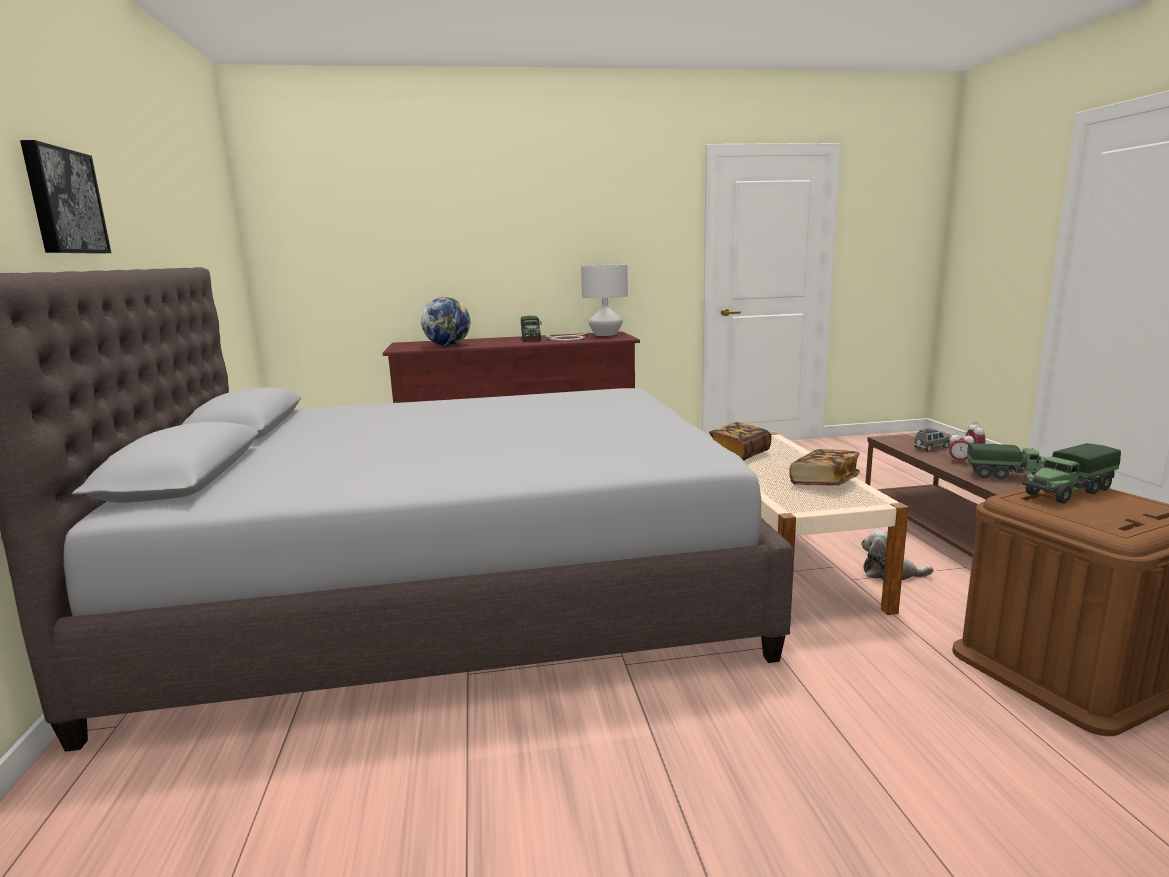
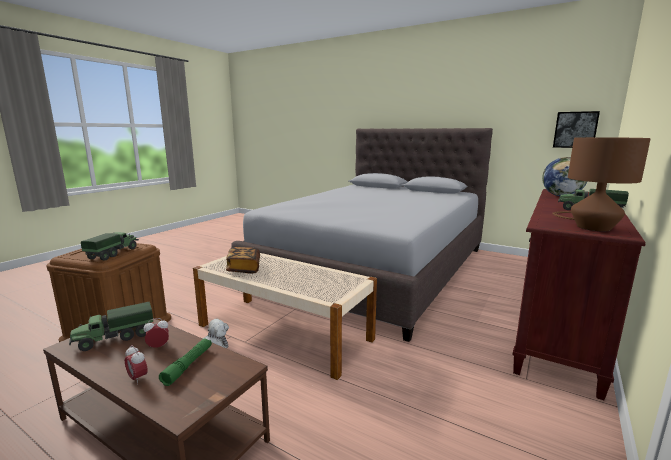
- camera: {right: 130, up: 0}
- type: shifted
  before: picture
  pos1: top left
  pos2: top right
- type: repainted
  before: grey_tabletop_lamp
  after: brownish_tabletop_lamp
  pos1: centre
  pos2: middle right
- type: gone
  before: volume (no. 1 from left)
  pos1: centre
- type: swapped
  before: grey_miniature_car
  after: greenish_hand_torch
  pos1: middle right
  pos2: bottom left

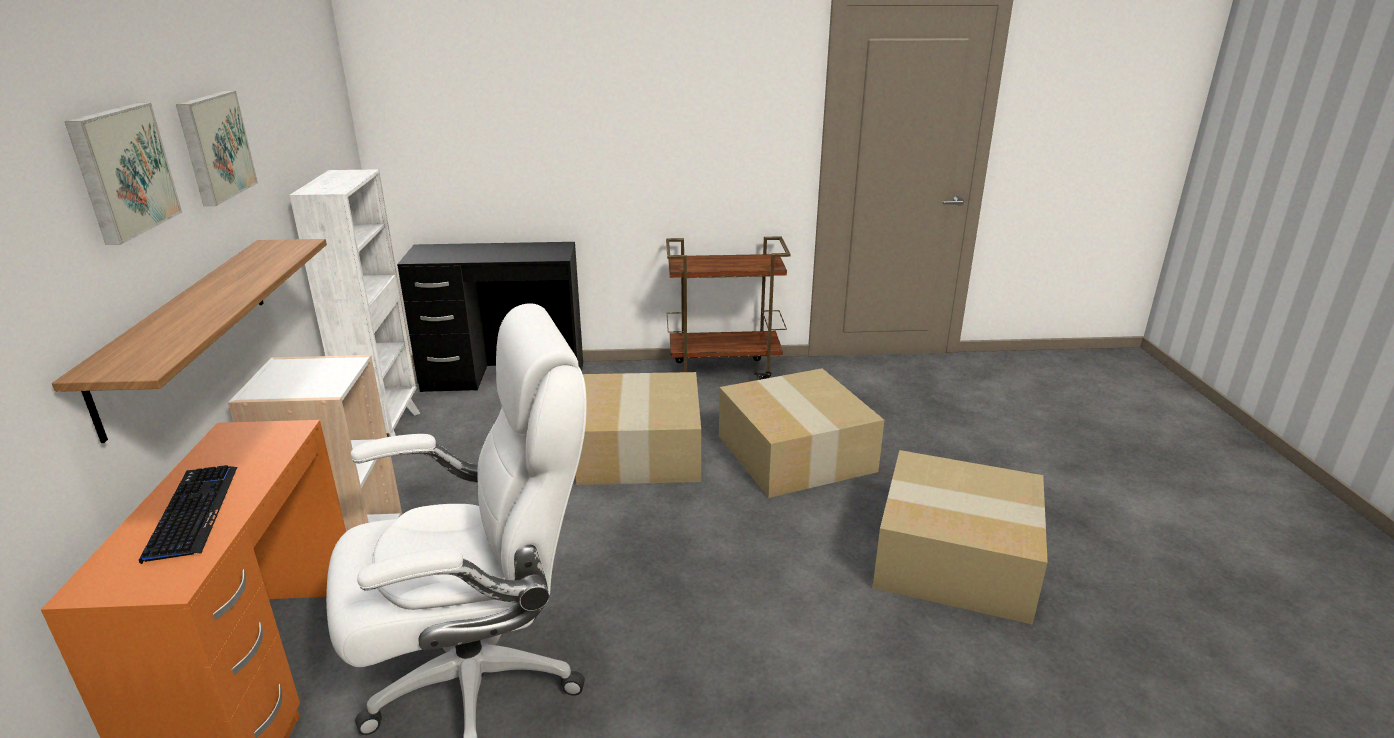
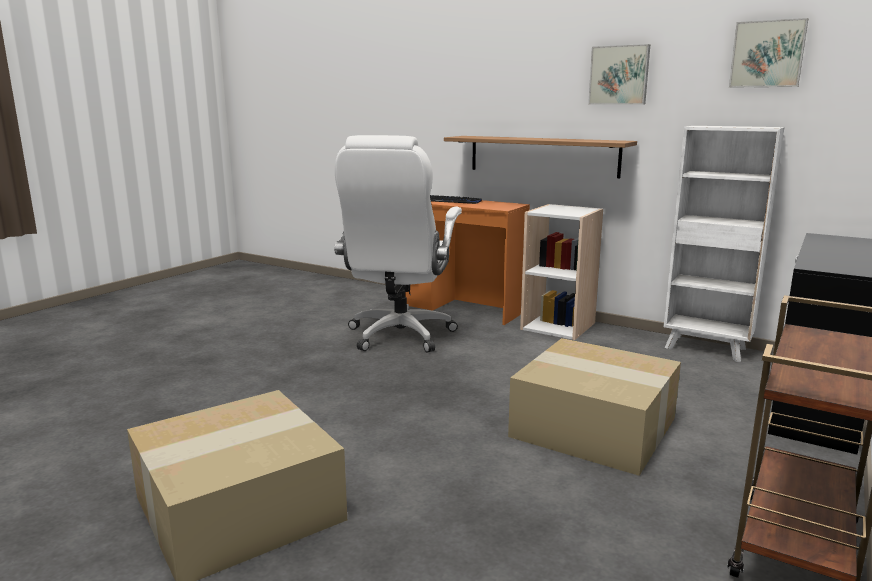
- camera: {right: 125, up: -10}
- type: shifted
  before: picture (no. 1 from left in the first image)
  after: picture (no. 2 from left)
  pos1: top left
  pos2: top right
- type: gone
  before: carton (no. 2 from left)
  pos1: centre

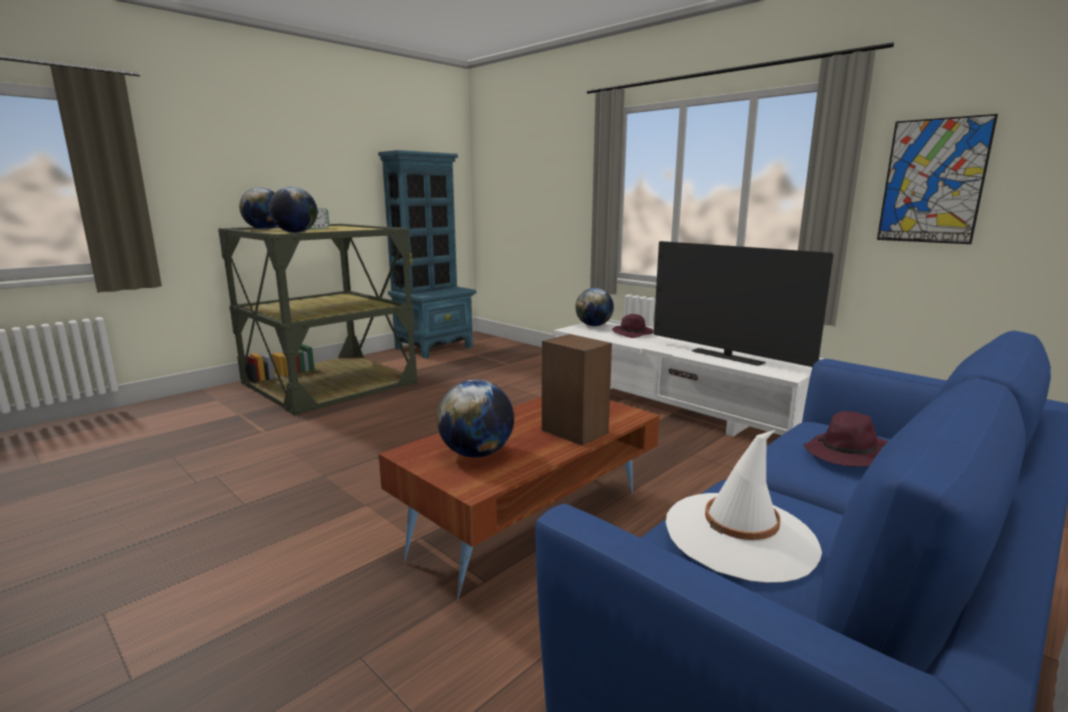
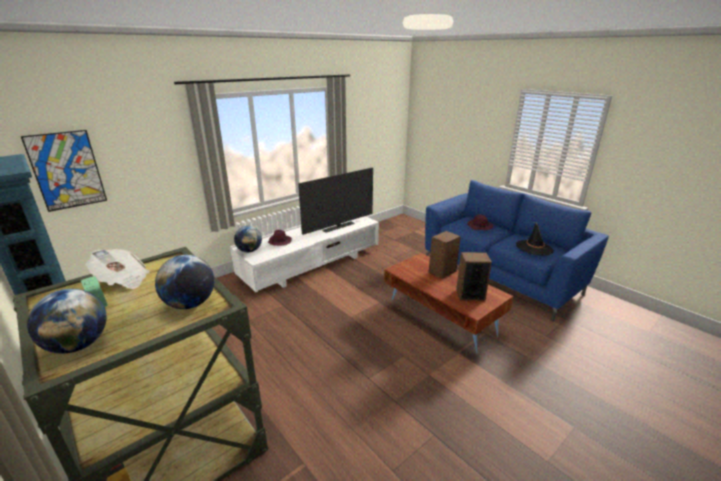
- camera: {right: -85, up: 10}
- type: shifted
  before: picture
  pos1: top right
  pos2: middle left
- type: swapped
  before: desk_globe (no. 3 from left)
  after: loudspeaker (no. 2 from left)
  pos1: centre
  pos2: centre
- type: repainted
  before: white_hat
  after: blackish_hat
  pos1: bottom right
  pos2: middle right
- type: new
  after: daily_paper
  pos2: middle left

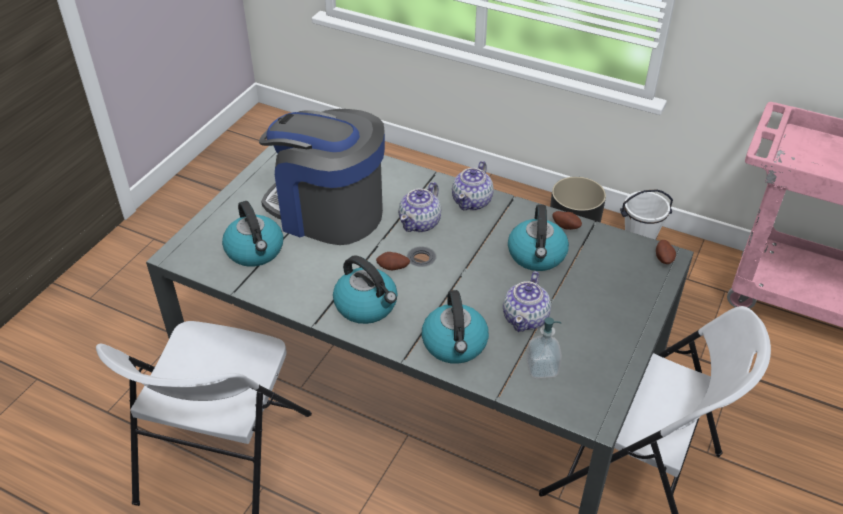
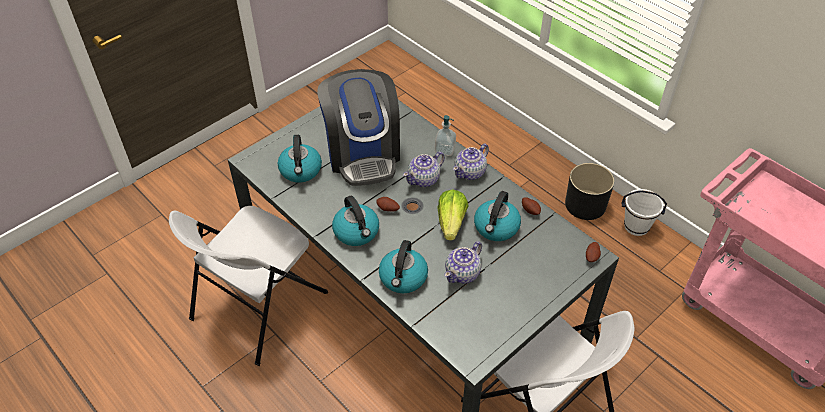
- camera: {right: 20, up: 5}
- type: rotated
  before: coffee_maker
  pos1: centre
  pos2: top centre
  turn: -150
- type: shifted
  before: soap_bottle
  pos1: bottom centre
  pos2: top centre
- type: new
  after: lettuce_head
  pos2: centre

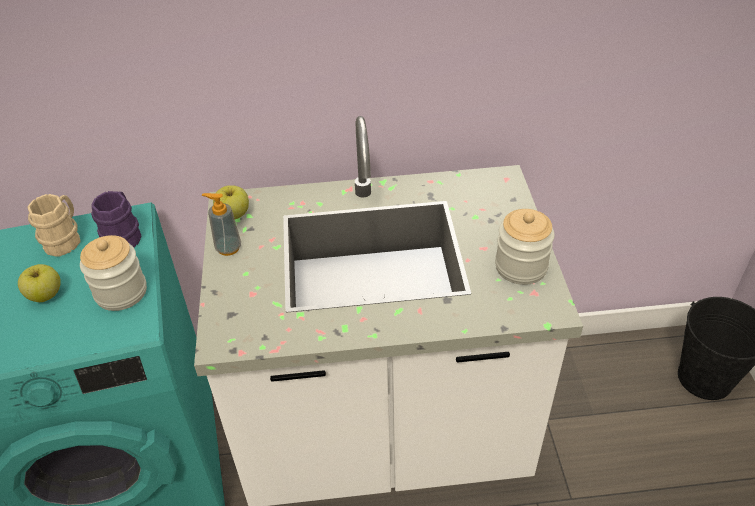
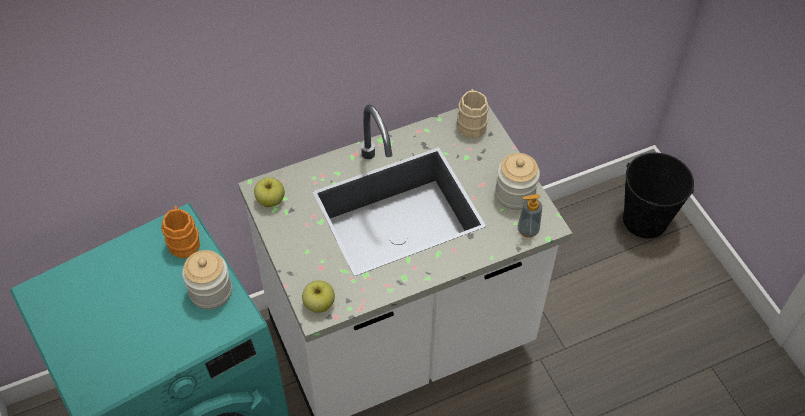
- camera: {right: -20, up: 10}
- type: repainted
  before: purple-coloured_coffee_mug
  after: orangey_coffee_mug
  pos1: middle left
  pos2: middle left
- type: shifted
  before: soap_bottle
  pos1: middle left
  pos2: centre
- type: shifted
  before: sand-coloured_coffee_mug
  pos1: middle left
  pos2: top centre
- type: shifted
  before: apple (no. 1 from left in the first image)
  after: apple (no. 2 from left)
  pos1: middle left
  pos2: bottom centre

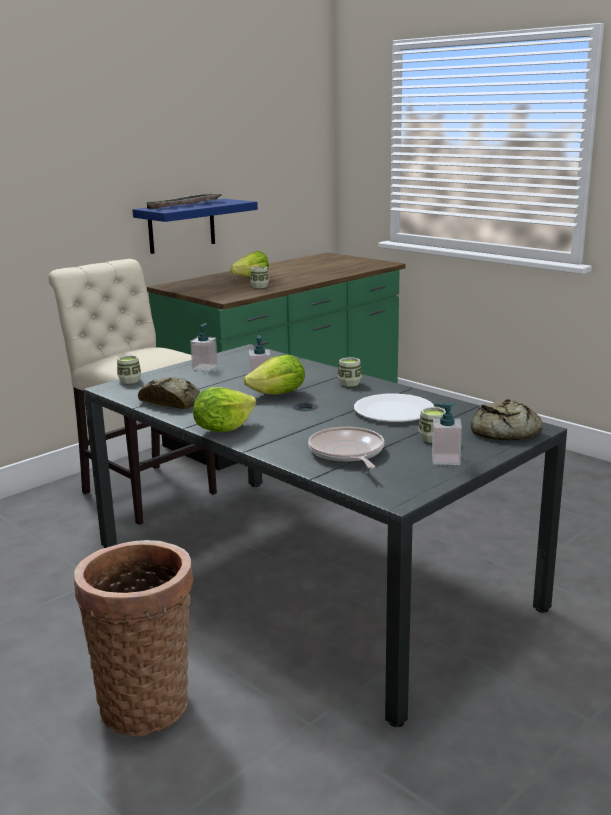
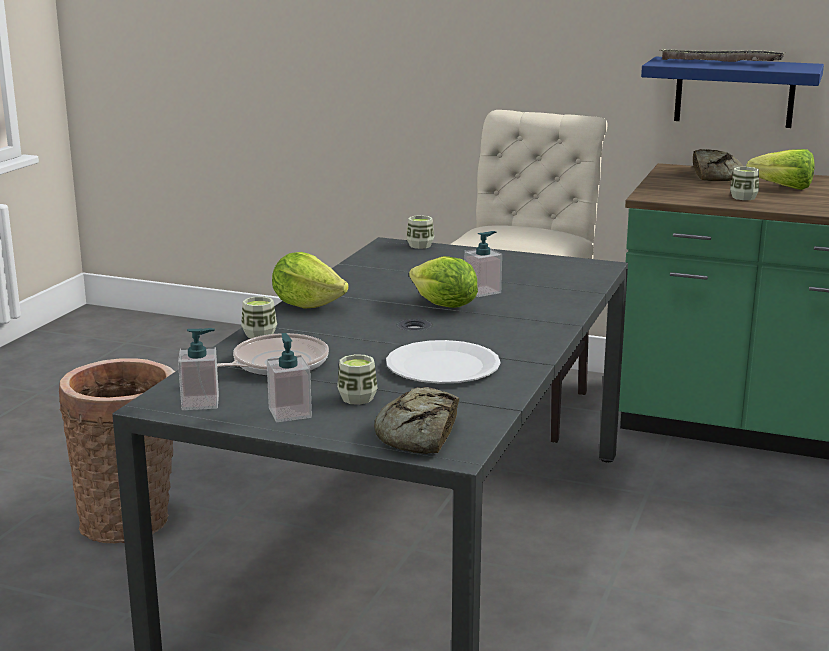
- camera: {right: 65, up: 0}
- type: shifted
  before: soap_bottle (no. 1 from left)
  pos1: centre
  pos2: middle left
- type: shifted
  before: cup (no. 3 from left in the first image)
  after: cup (no. 1 from left)
  pos1: centre
  pos2: middle left
- type: shifted
  before: baked_bread (no. 1 from left in the first image)
  after: baked_bread (no. 2 from left)
  pos1: middle left
  pos2: top right

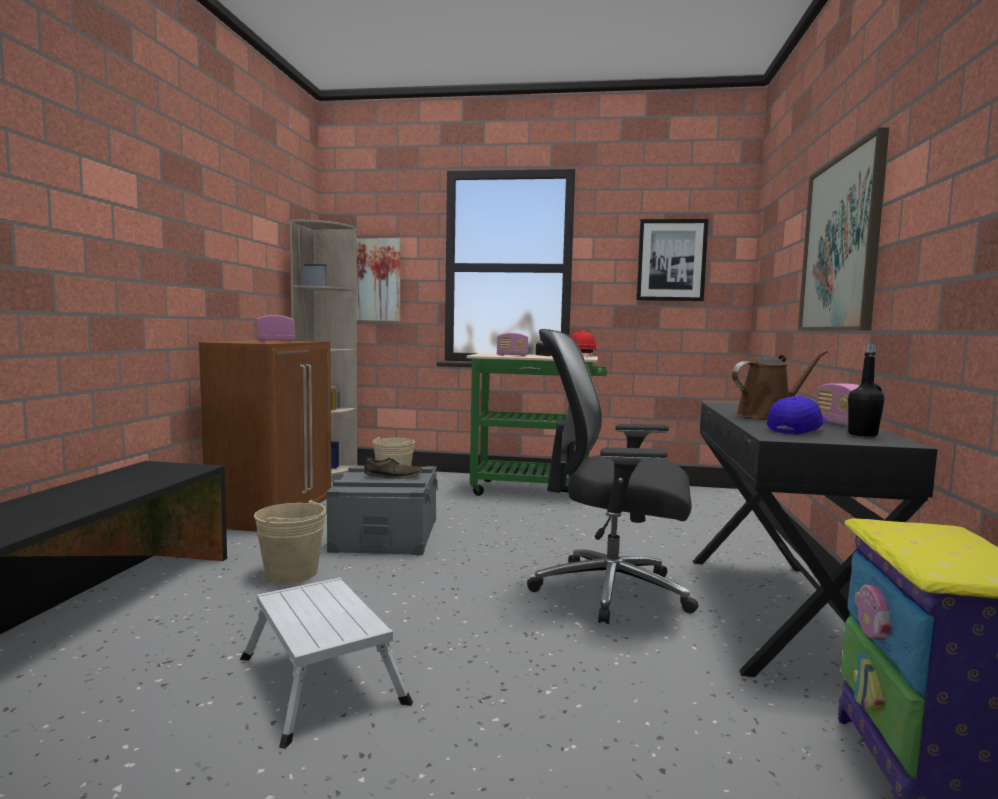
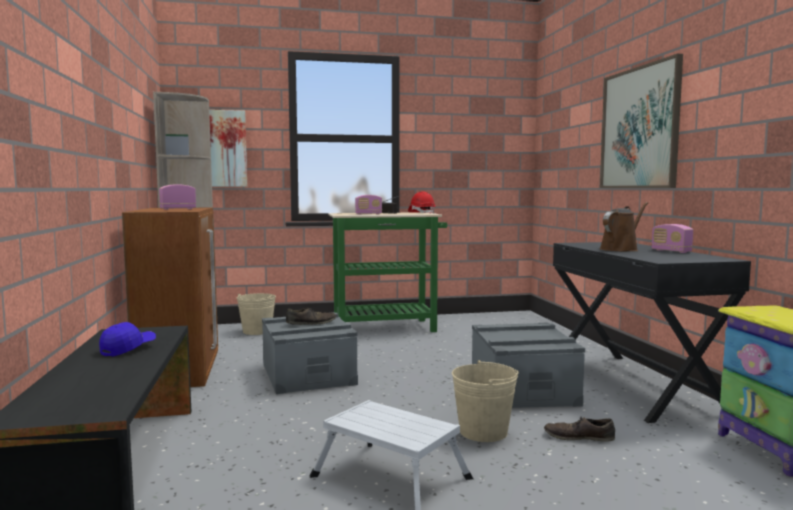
- camera: {right: -20, up: 0}
- type: gone
  before: picture (no. 2 from left)
  pos1: top right
- type: swapped
  before: computer_chair
  after: grey_storage_bin (no. 2 from left)
  pos1: centre
  pos2: bottom centre
- type: gone
  before: blackish_bottle
  pos1: middle right
- type: shifted
  before: bluish_baseball_cap
  pos1: middle right
  pos2: middle left
- type: shifted
  before: sand-coloured_water_bucket (no. 1 from left in the first image)
  after: sand-coloured_water_bucket (no. 2 from left)
  pos1: bottom left
  pos2: bottom centre
- type: new
  after: brownish_item_of_footwear (no. 2 from left)
  pos2: bottom right

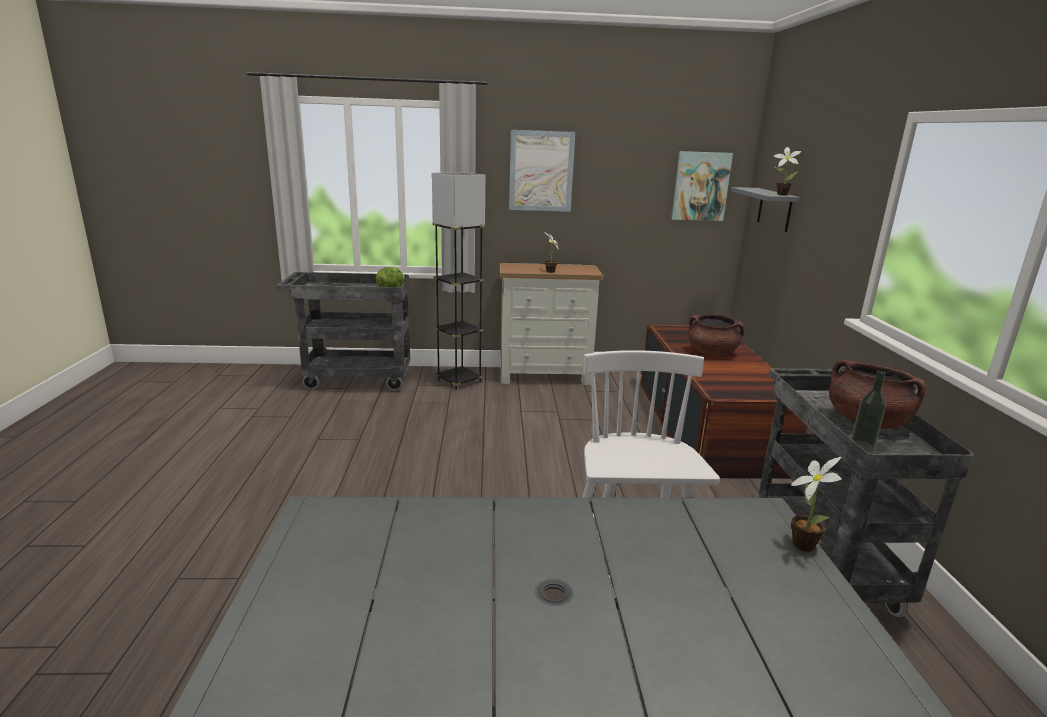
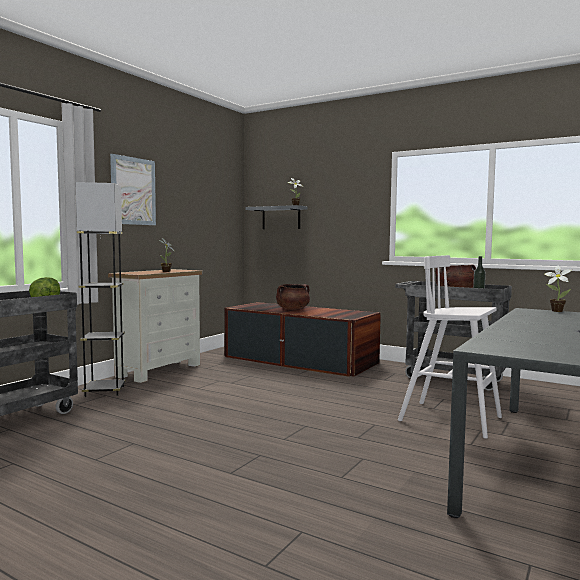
- camera: {right: -55, up: -15}
- type: gone
  before: picture (no. 2 from left)
  pos1: top right

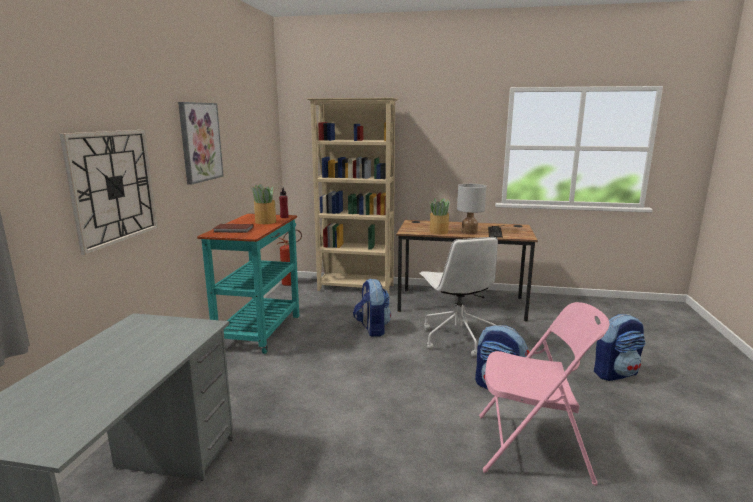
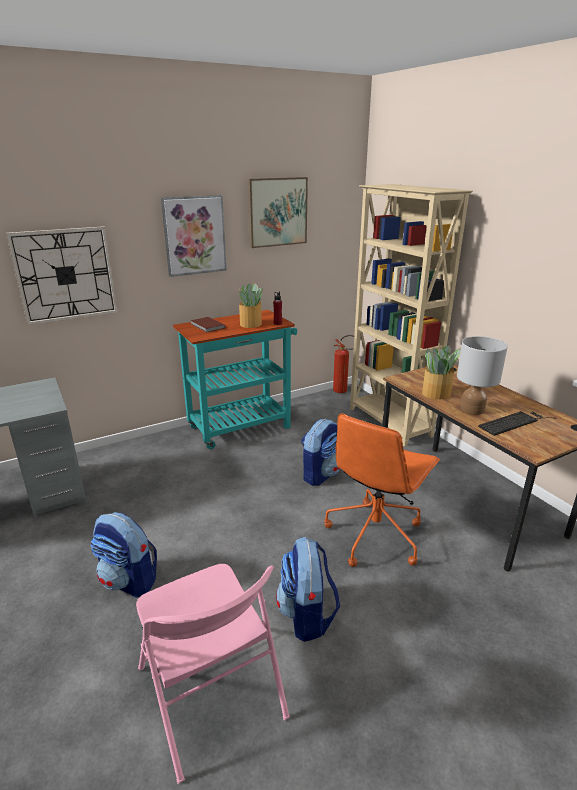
- camera: {right: 50, up: 10}
- type: repainted
  before: white_computer_chair
  after: orangey_computer_chair
  pos1: centre
  pos2: centre
- type: shifted
  before: knapsack (no. 3 from left in the first image)
  after: knapsack (no. 1 from left)
  pos1: bottom right
  pos2: bottom left
- type: new
  after: picture (no. 2 from left)
  pos2: top centre

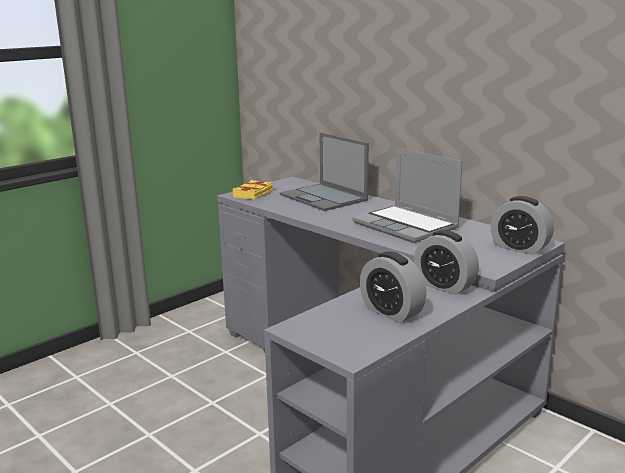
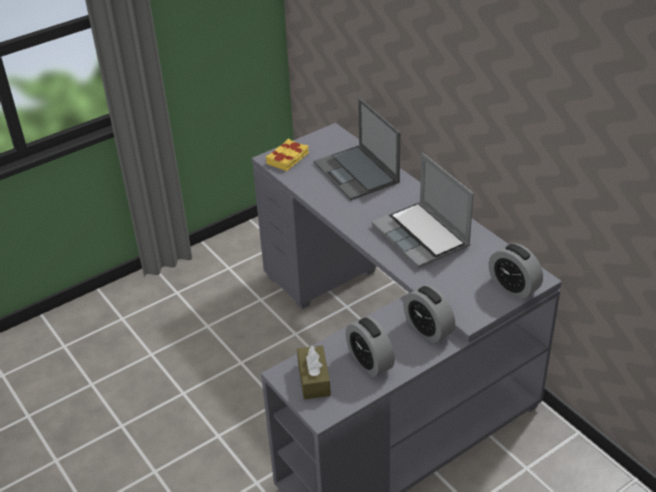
- camera: {right: 10, up: 20}
- type: new
  after: brownish_tissue_holder
  pos2: bottom centre

